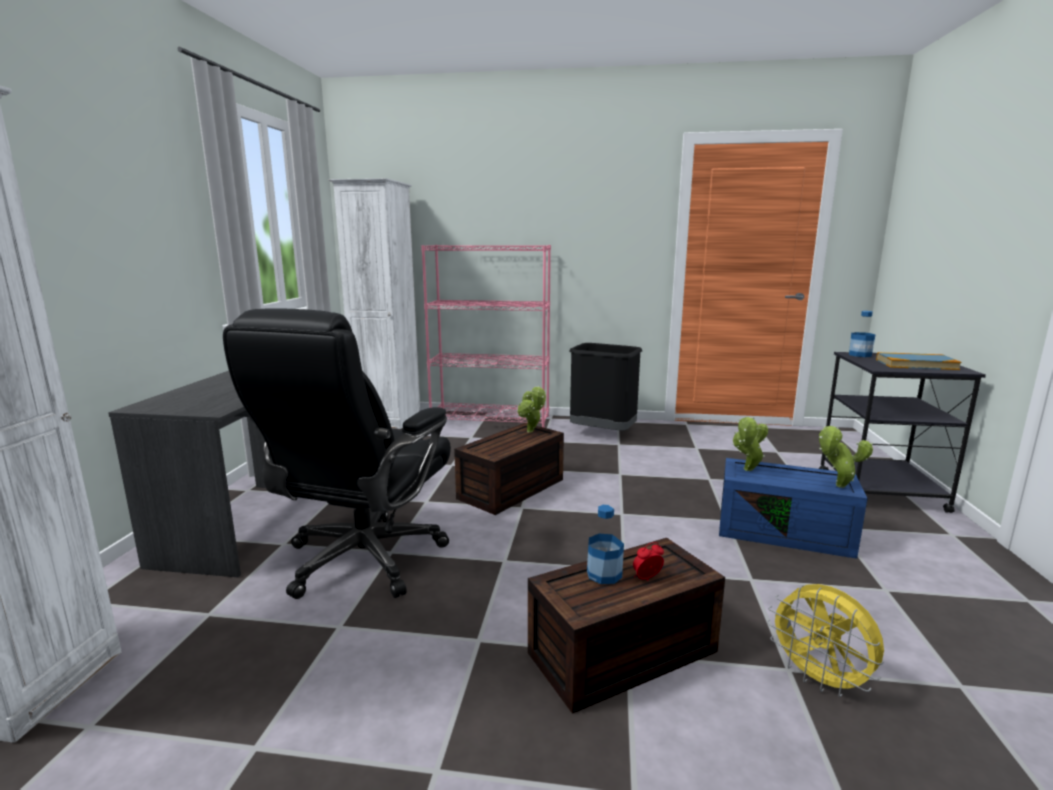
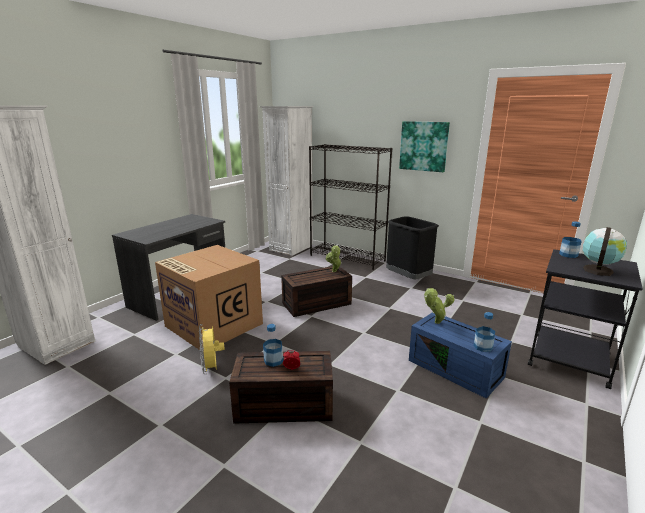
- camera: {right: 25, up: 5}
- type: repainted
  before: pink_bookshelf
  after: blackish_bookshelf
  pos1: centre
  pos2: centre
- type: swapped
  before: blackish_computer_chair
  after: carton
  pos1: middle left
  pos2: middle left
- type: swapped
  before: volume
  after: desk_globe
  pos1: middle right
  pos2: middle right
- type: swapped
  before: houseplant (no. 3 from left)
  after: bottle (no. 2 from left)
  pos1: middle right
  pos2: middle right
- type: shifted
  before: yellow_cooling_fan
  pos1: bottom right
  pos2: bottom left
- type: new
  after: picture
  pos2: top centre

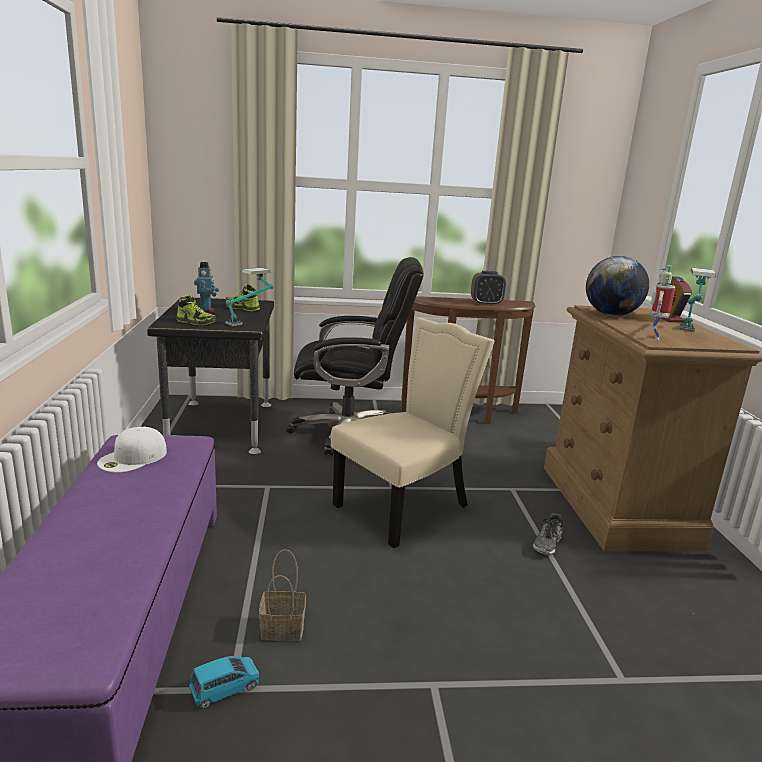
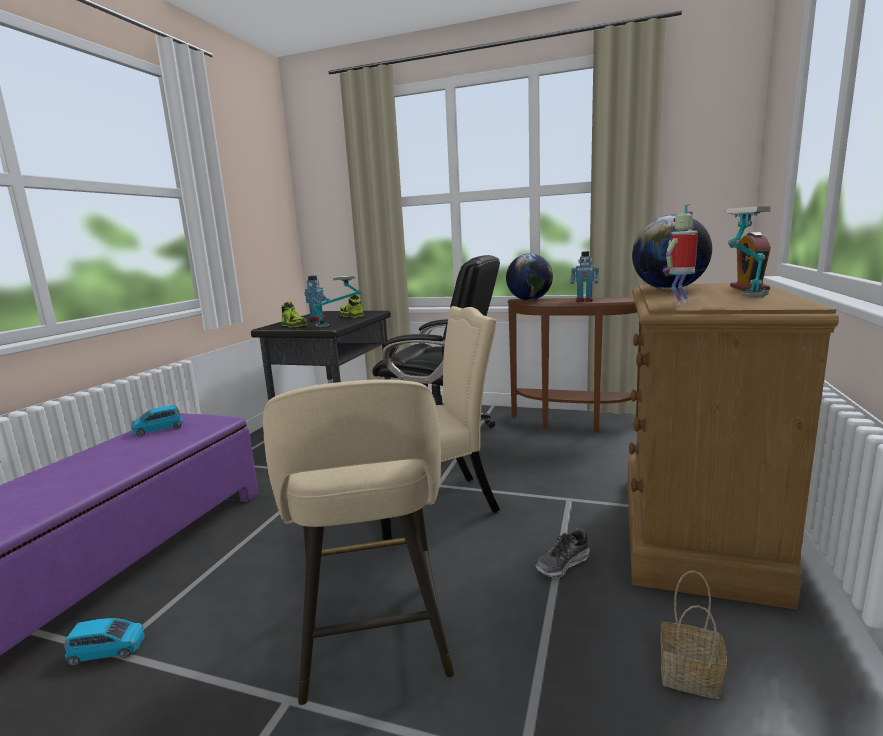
- camera: {right: 25, up: -5}
- type: swapped
  before: table_clock (no. 1 from left)
  after: toy_robot (no. 2 from left)
  pos1: centre
  pos2: centre
- type: swapped
  before: white_baseball_cap
  after: bluish_miniature_car (no. 2 from left)
  pos1: middle left
  pos2: middle left
- type: shifted
  before: basket
  pos1: bottom centre
  pos2: bottom right
- type: new
  after: desk_globe (no. 1 from left)
  pos2: centre
- type: new
  after: sand-coloured_sitting_stool
  pos2: bottom centre

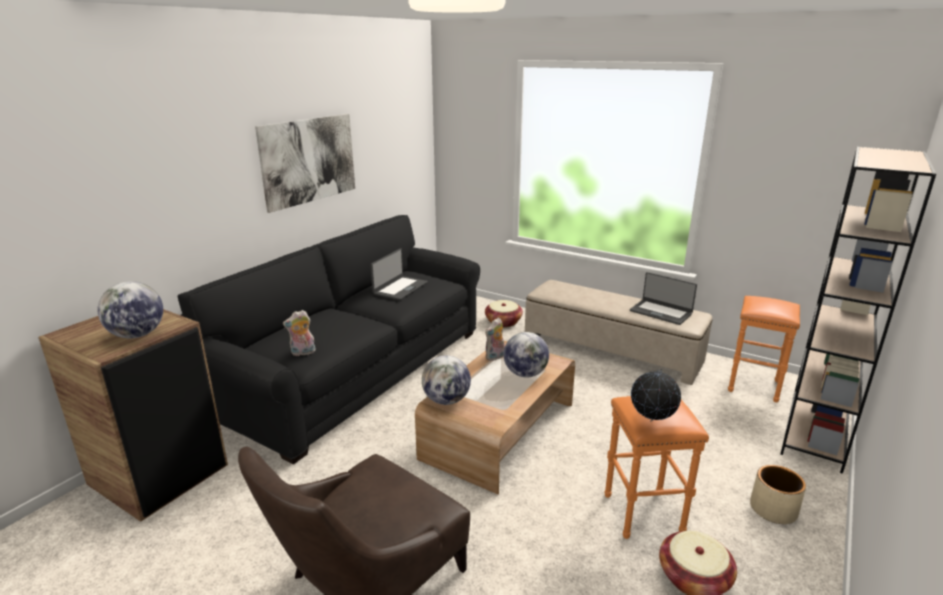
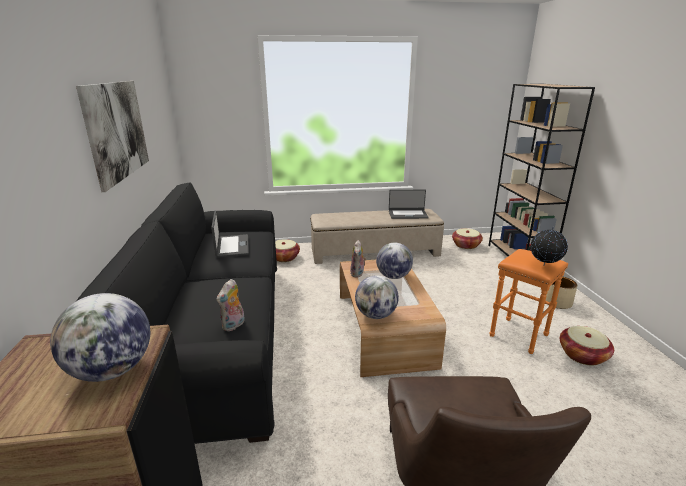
- camera: {right: -40, up: 0}
- type: swapped
  before: orangey_sitting_stool (no. 2 from left)
  after: basket (no. 2 from left)
  pos1: middle right
  pos2: middle right

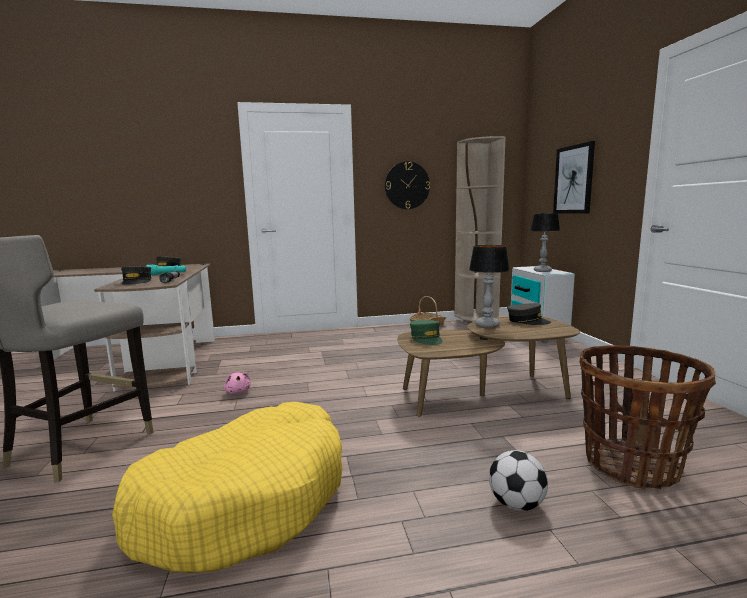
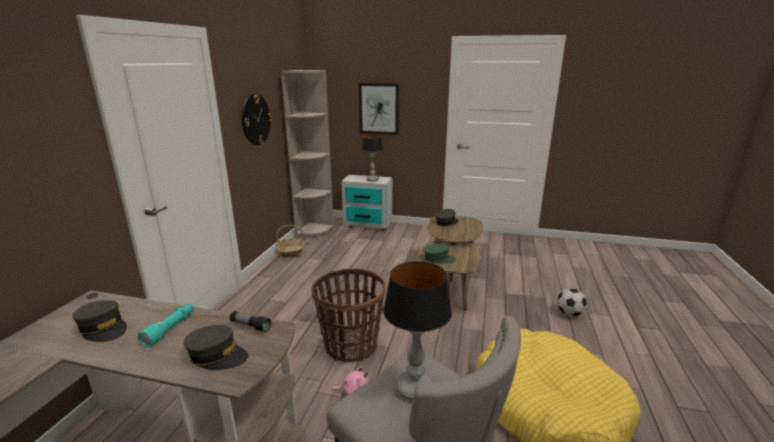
- camera: {right: -65, up: 10}
- type: shifted
  before: tabletop_lamp (no. 1 from left in the first image)
  after: tabletop_lamp (no. 2 from left)
  pos1: centre
  pos2: bottom centre
- type: shifted
  before: basket (no. 2 from left)
  pos1: bottom right
  pos2: bottom centre

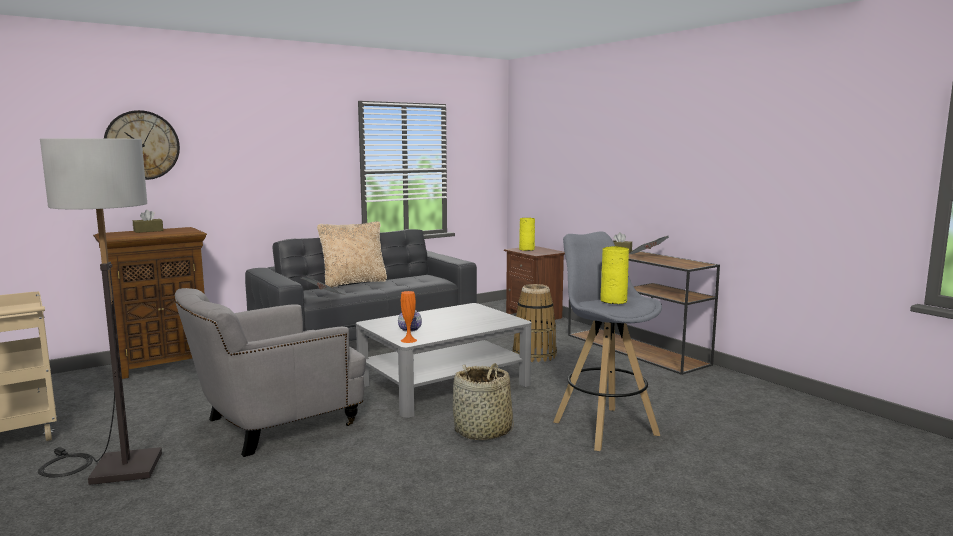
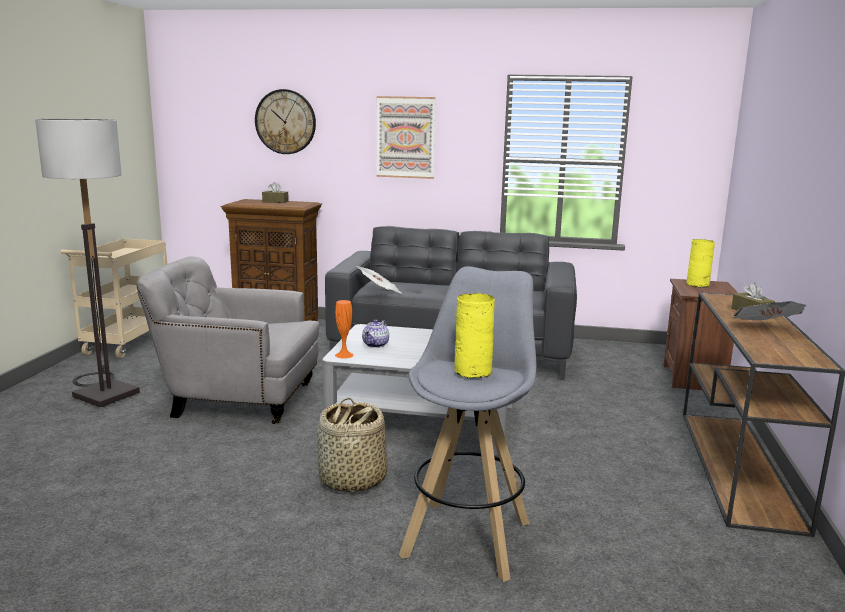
- camera: {right: 45, up: 5}
- type: gone
  before: sand-coloured_pillow
  pos1: centre
- type: gone
  before: basket (no. 2 from left)
  pos1: centre
- type: new
  after: picture
  pos2: top centre

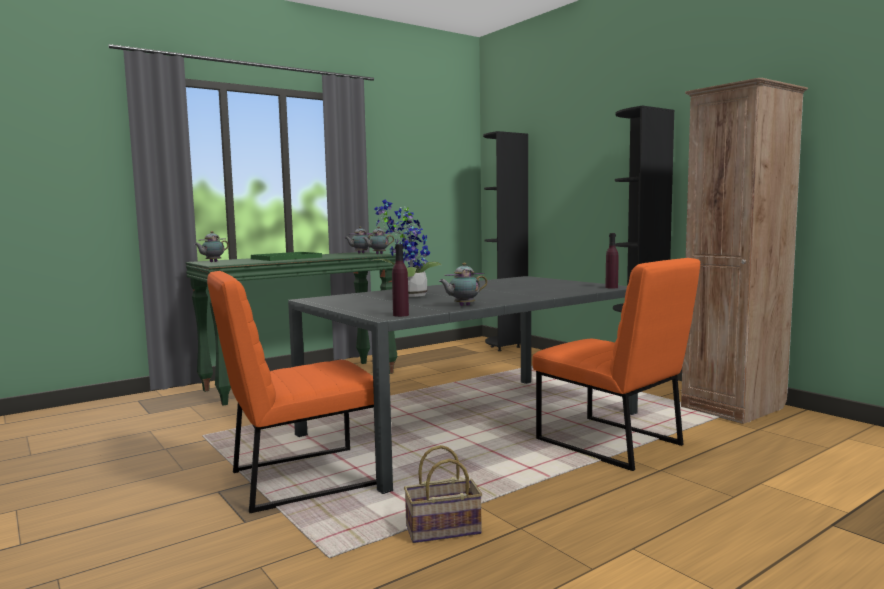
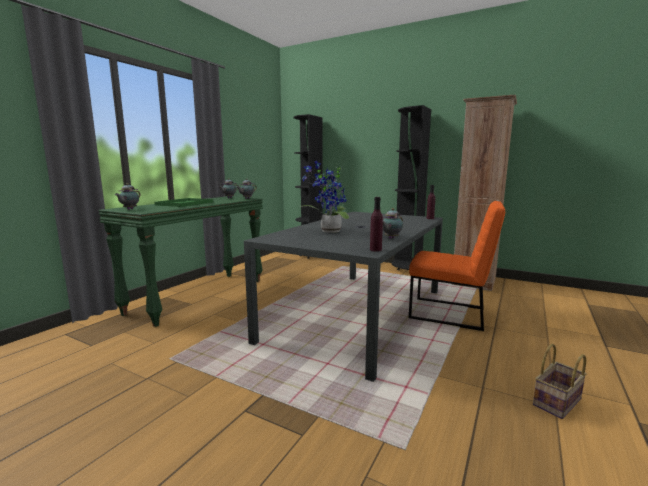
- camera: {right: -25, up: 5}
- type: gone
  before: orangey_chair (no. 1 from left)
  pos1: middle left
- type: shifted
  before: basket
  pos1: bottom centre
  pos2: bottom right

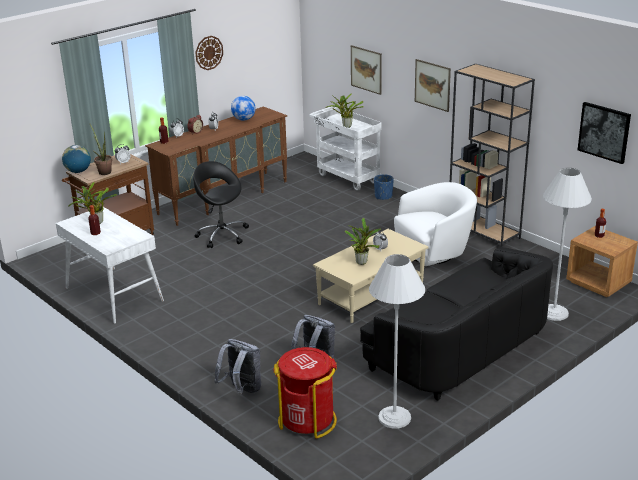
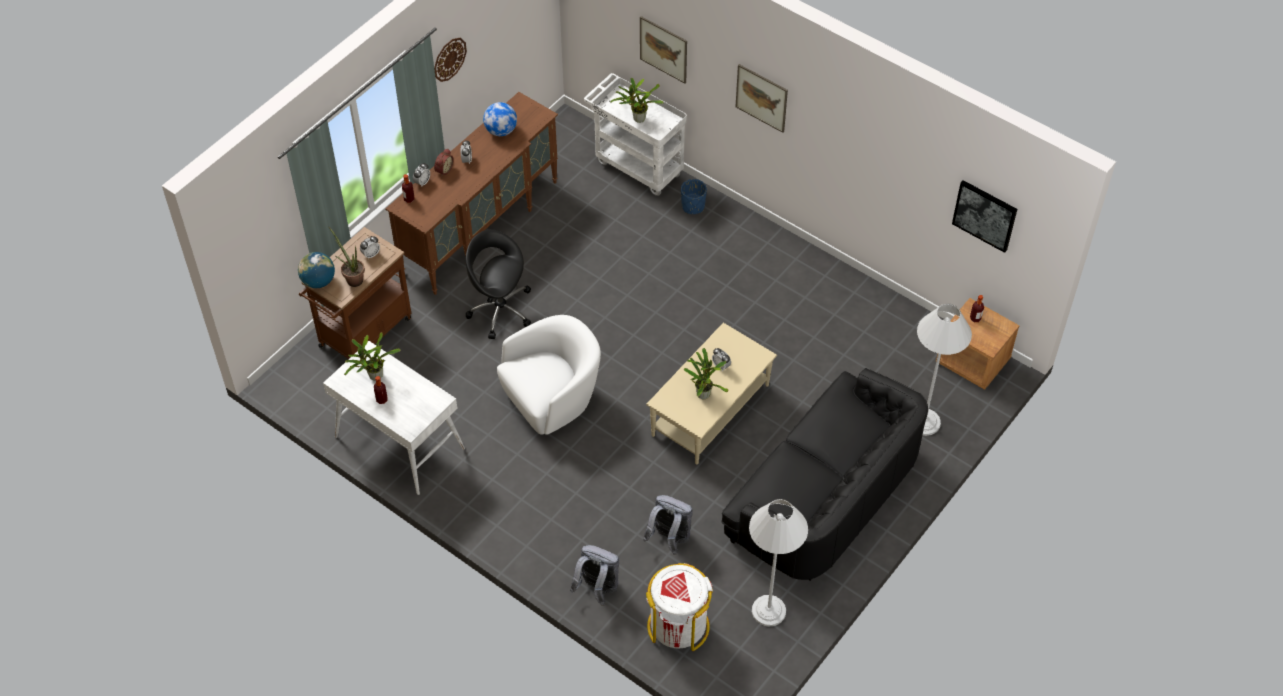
- camera: {right: -10, up: 25}
- type: gone
  before: bookshelf
  pos1: top right
- type: shifted
  before: white_easy_chair
  pos1: middle right
  pos2: centre
- type: repainted
  before: red_rubbish_bin
  after: white_rubbish_bin
  pos1: bottom centre
  pos2: bottom centre

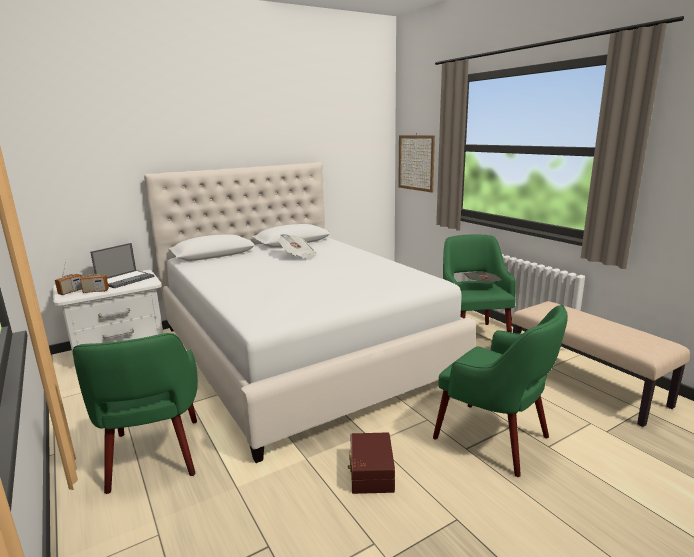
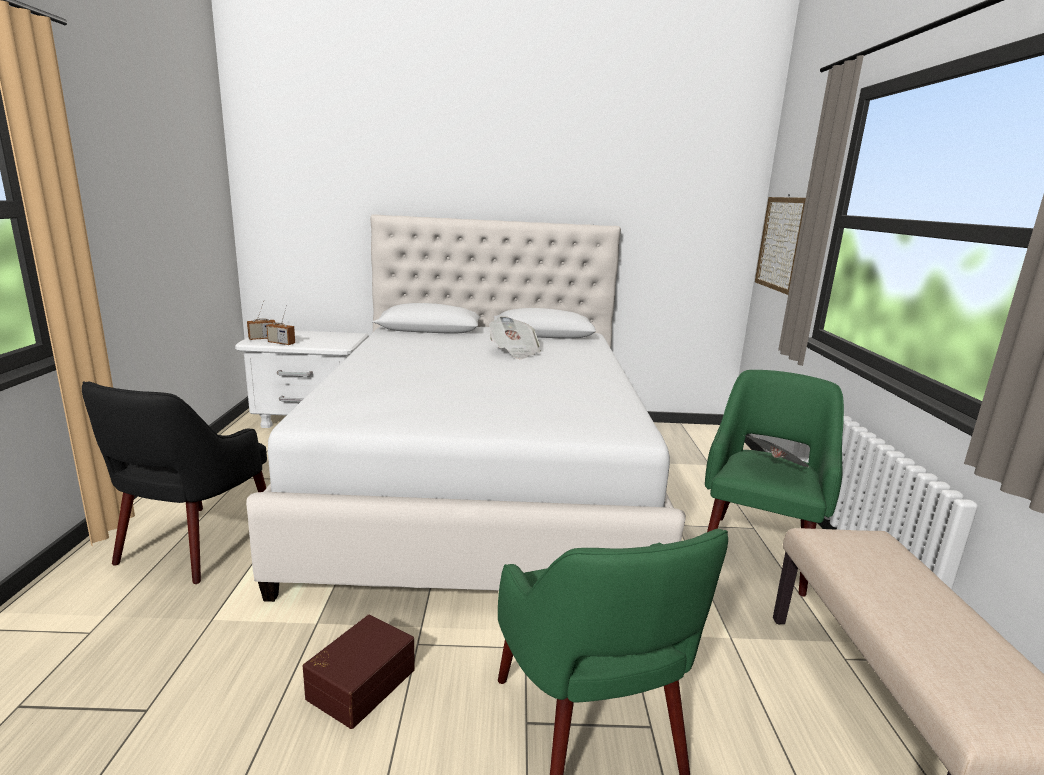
- camera: {right: 30, up: 0}
- type: gone
  before: notebook_computer
  pos1: middle left
- type: repainted
  before: greenish_easy_chair (no. 1 from left)
  after: blackish_easy_chair
  pos1: bottom left
  pos2: middle left

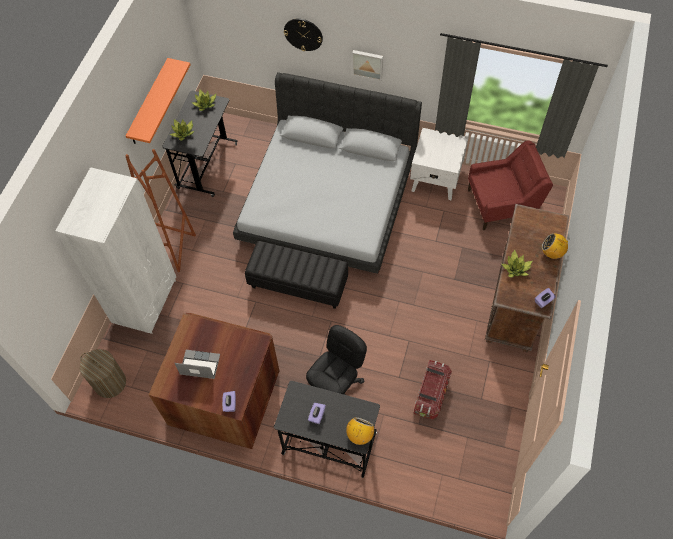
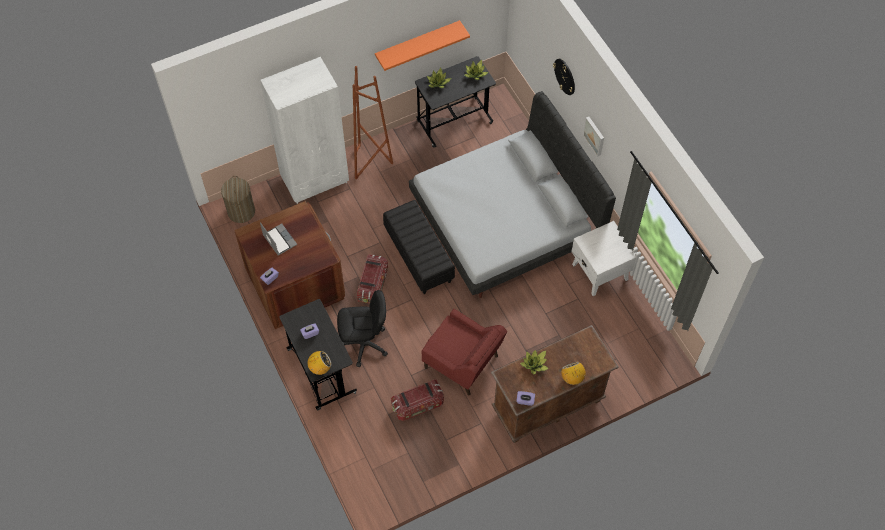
- camera: {right: 45, up: 0}
- type: shifted
  before: red_easy_chair
  pos1: middle right
  pos2: centre
- type: new
  after: storage_bin (no. 1 from left)
  pos2: centre

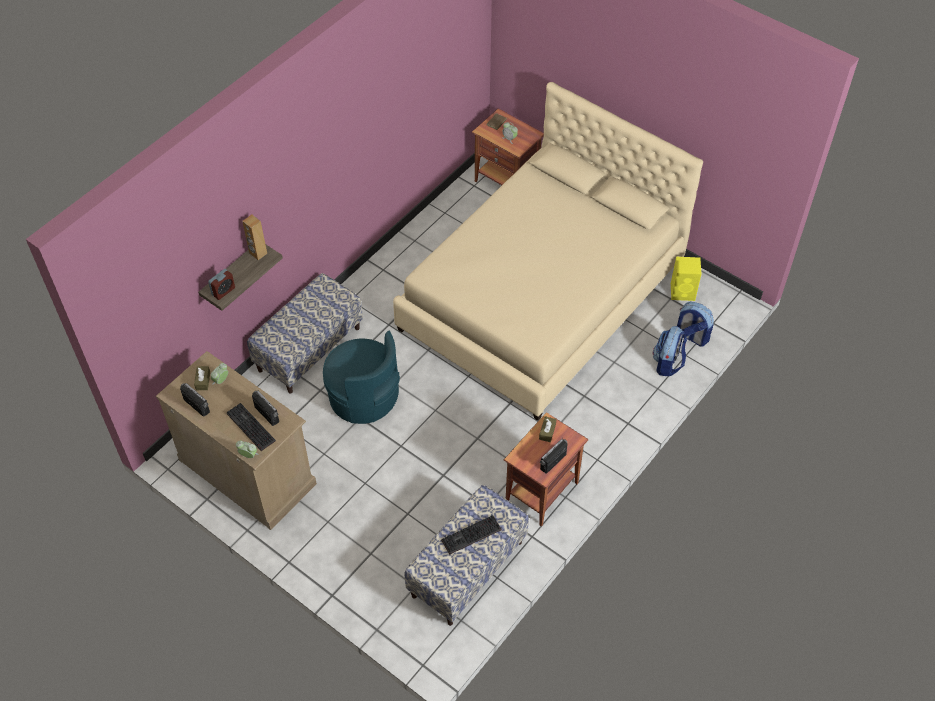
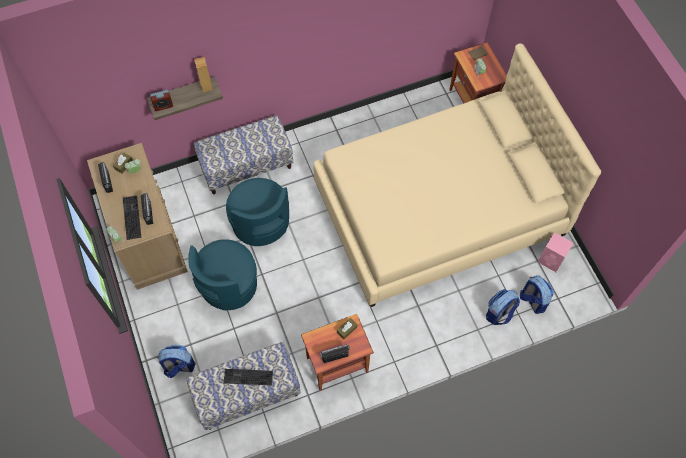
- camera: {right: 30, up: 10}
- type: repainted
  before: yellow_loudspeaker
  after: pink_loudspeaker
  pos1: middle right
  pos2: middle right
- type: new
  after: blue-green_easy_chair (no. 1 from left)
  pos2: middle left
- type: new
  after: knapsack (no. 1 from left)
  pos2: bottom left

